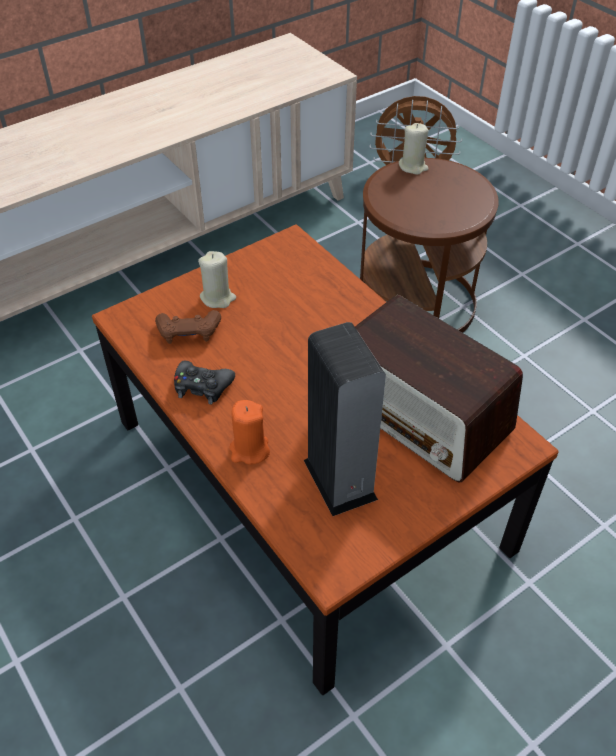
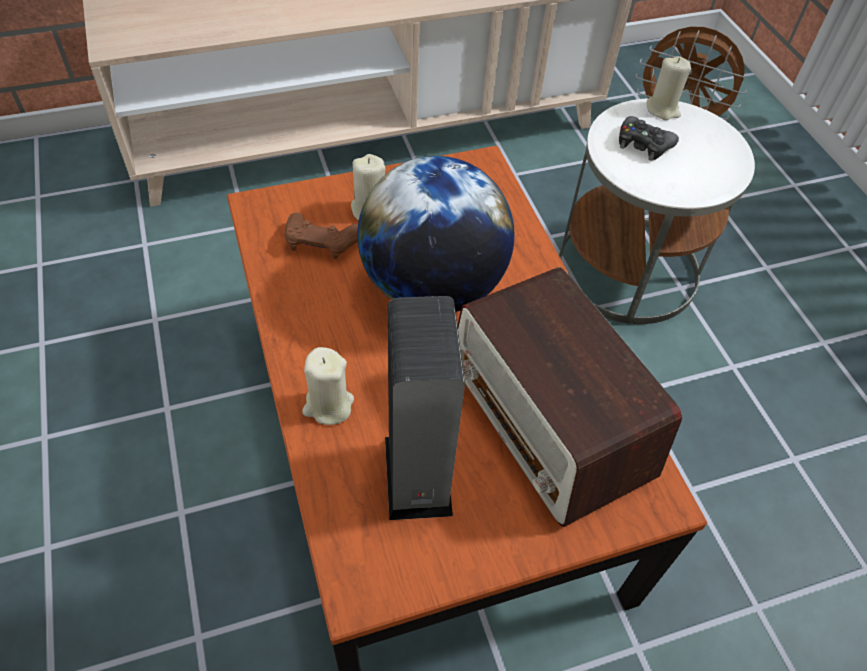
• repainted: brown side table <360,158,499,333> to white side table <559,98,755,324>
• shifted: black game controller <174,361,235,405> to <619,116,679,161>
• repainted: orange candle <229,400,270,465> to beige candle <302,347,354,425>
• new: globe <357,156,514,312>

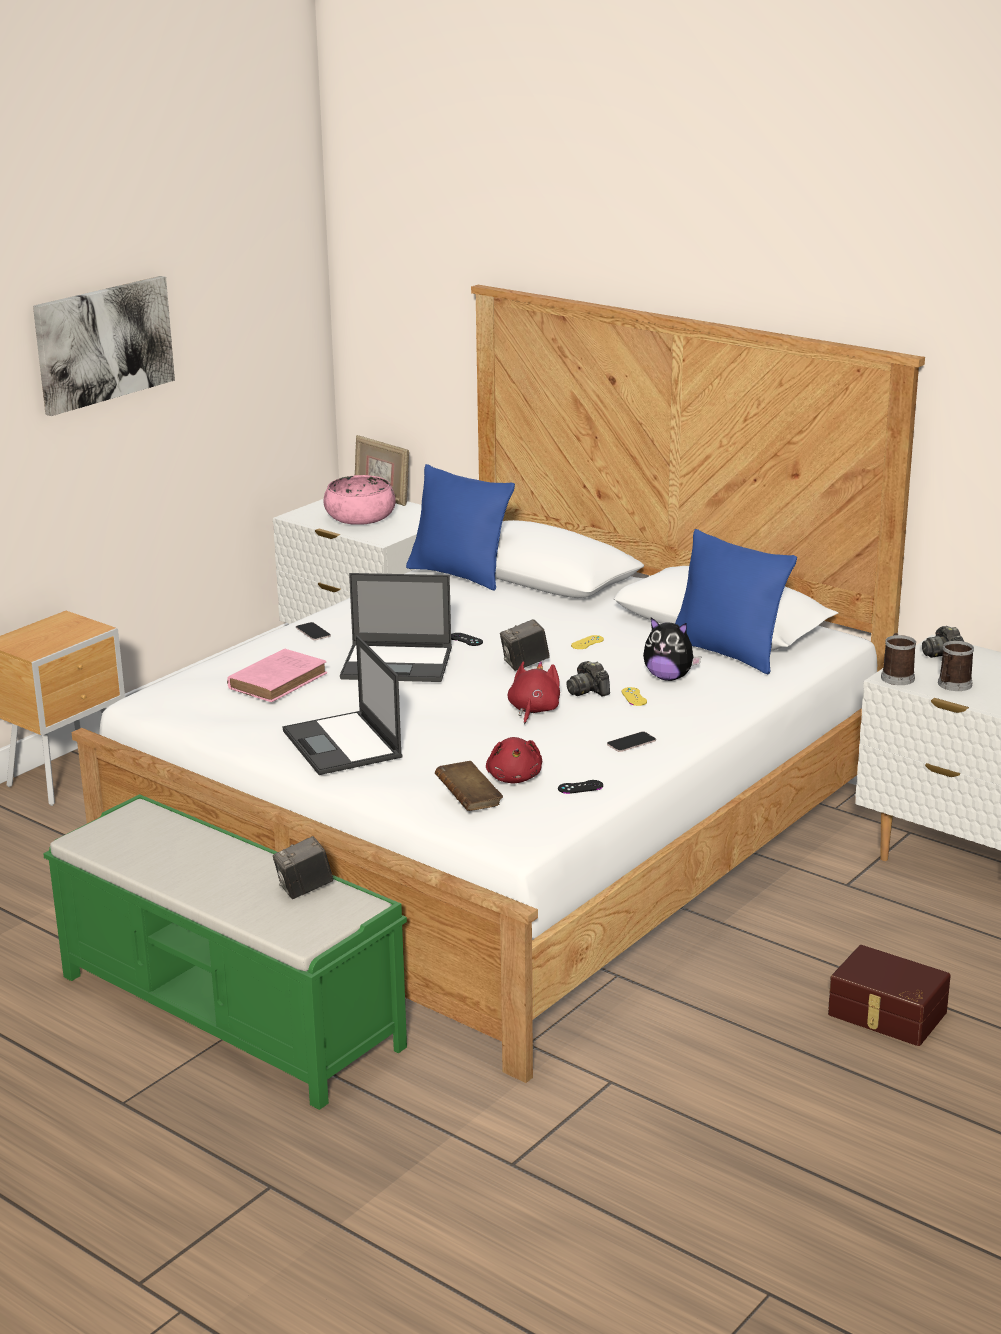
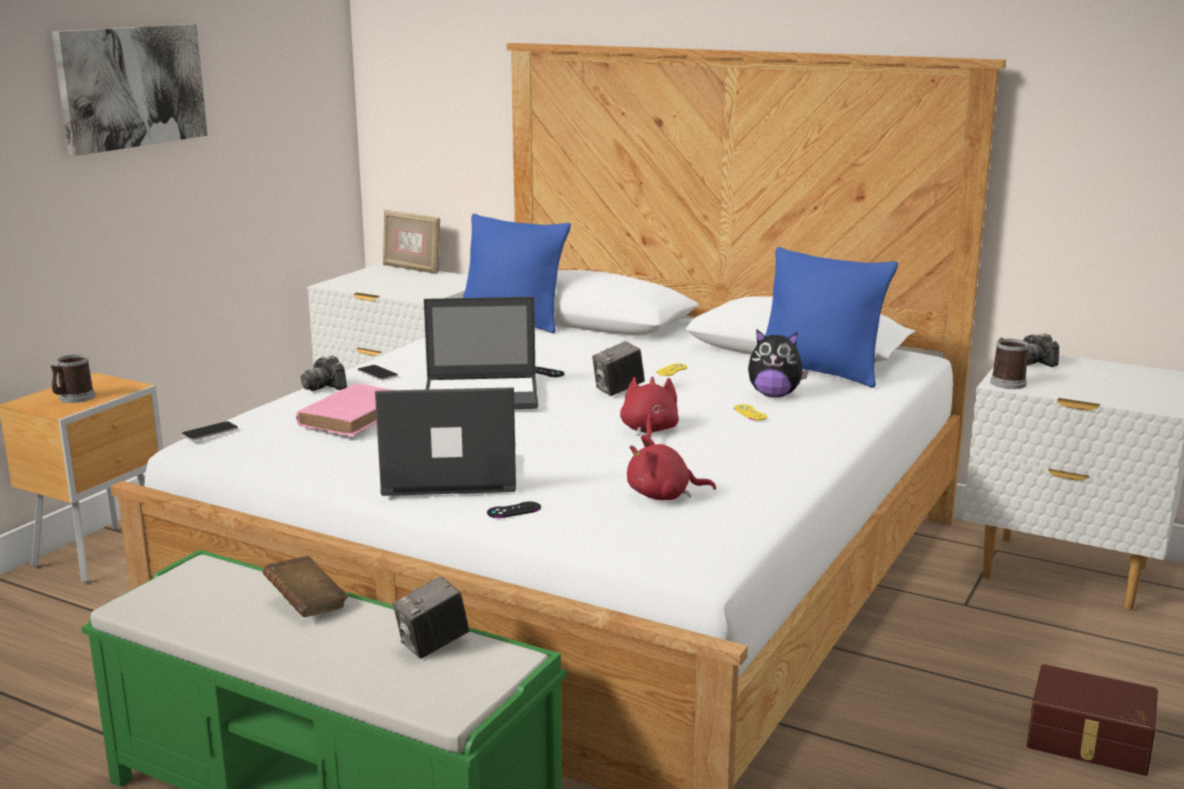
• gone: pink bowl <324,475,396,525>
• rotated: laptop <282,636,403,775> = <375,387,516,496> 120 degrees clockwise
• shifted: mug <938,641,974,691> to <50,354,95,403>
• shifted: photo camera <567,661,610,697> to <301,355,347,391>
• shifted: phone <607,732,656,752> to <181,421,238,441>
• rotated: red plush toy <486,737,542,783> = <627,435,716,500> 105 degrees clockwise
• shifted: brown book <435,761,503,811> to <263,556,348,617>
• shifted: black game controller <558,780,603,794> to <487,501,541,518>

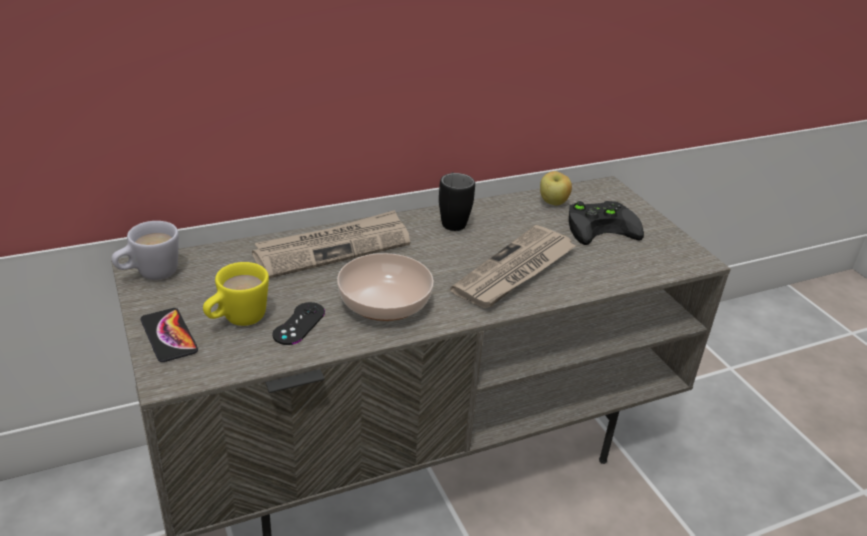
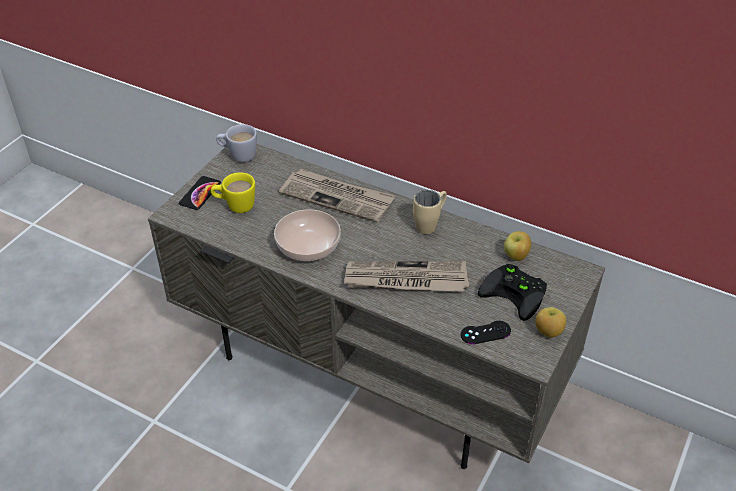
• repainted: black mug <439,173,475,231> to beige mug <413,190,447,234>
• shifted: black game controller <273,302,325,345> to <461,321,511,344>
• new: apple <535,307,566,338>

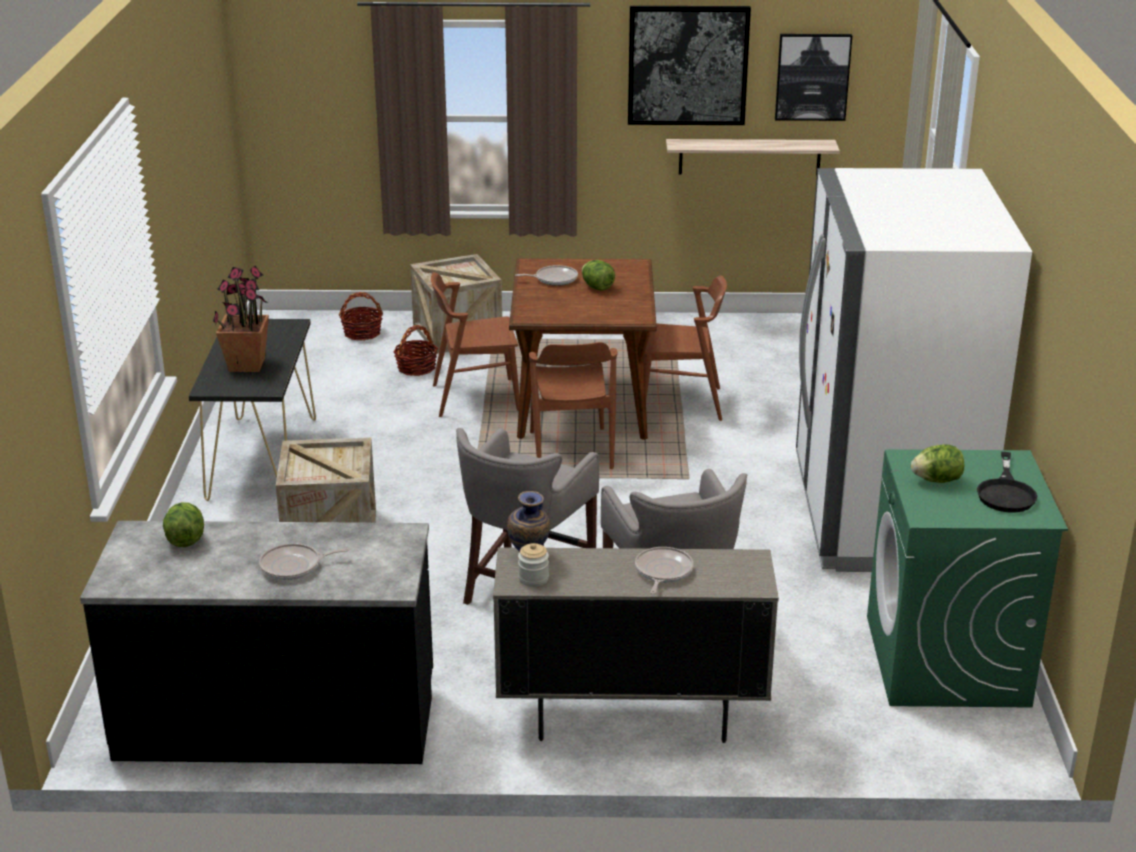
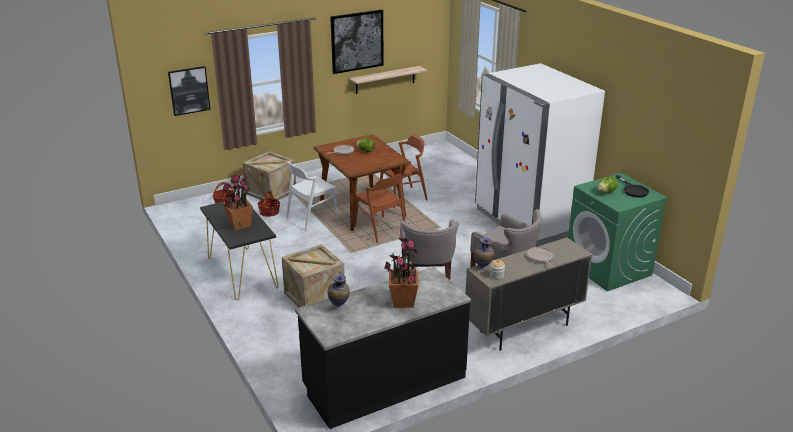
• shifted: picture <775,34,852,121> to <168,66,211,116>
• repainted: brown chair <431,272,519,417> to white chair <286,161,339,231>
• swapped: lettuce <163,502,204,547> to vase <327,274,350,306>
• swapped: frying pan <259,543,349,580> to potted plant <385,238,418,308>

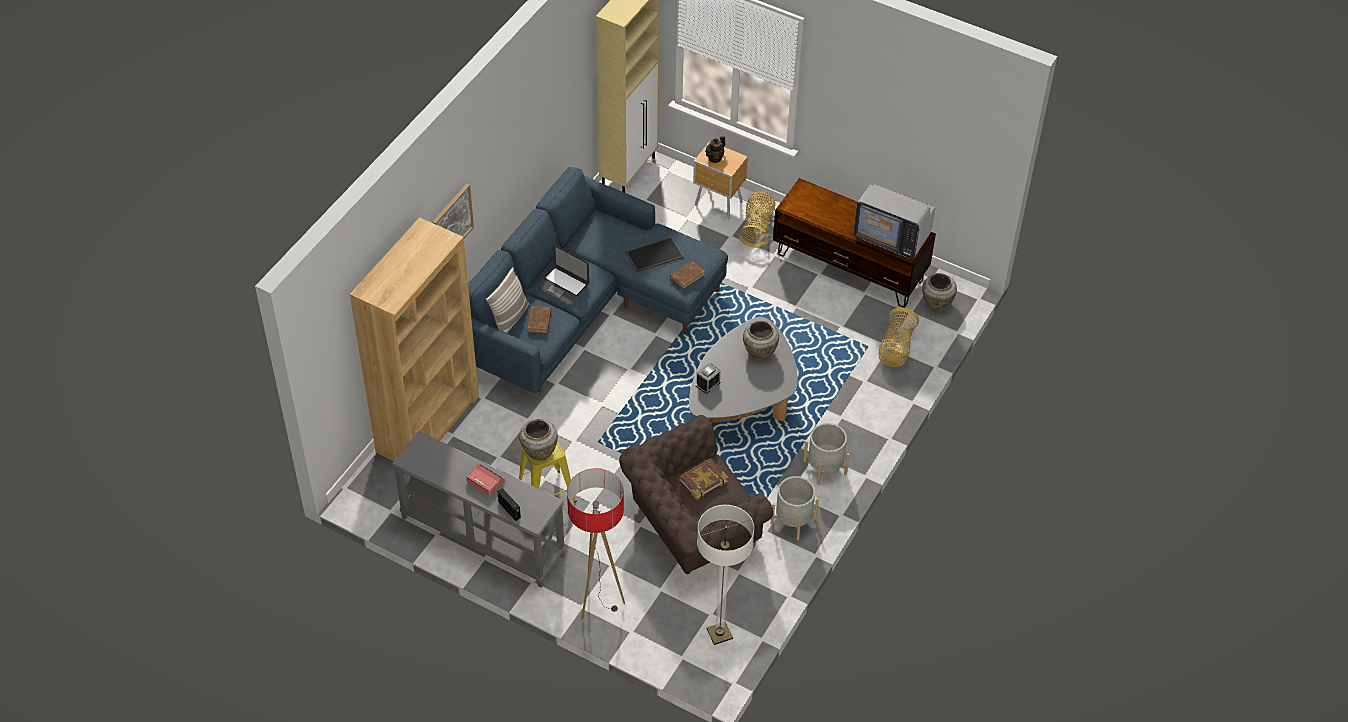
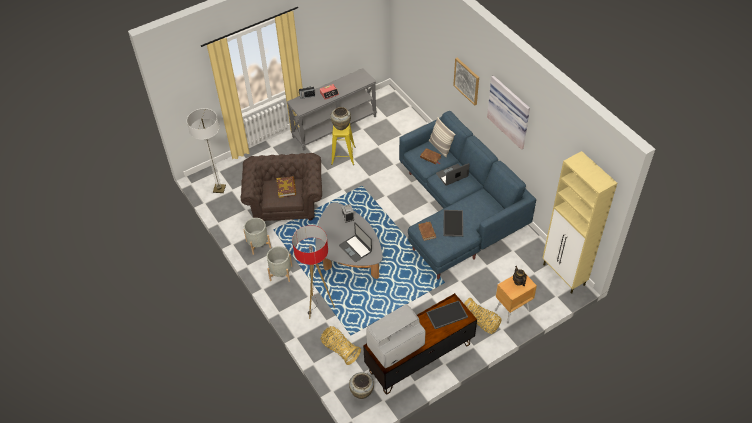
• gone: brown bookcase <350,217,479,461>
• swapped: beige vase <743,321,779,361> to laptop <339,222,372,262>
• shifted: floor lamp <567,468,625,620> to <292,225,335,319>
• new: picture <487,76,530,150>
• new: tray <426,301,468,329>

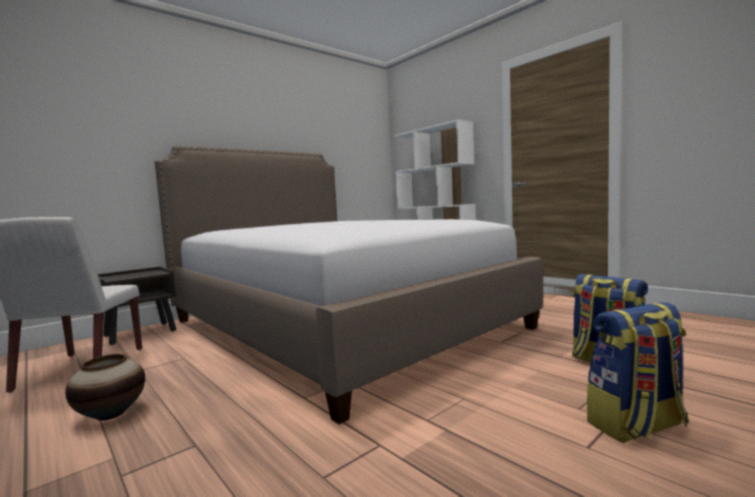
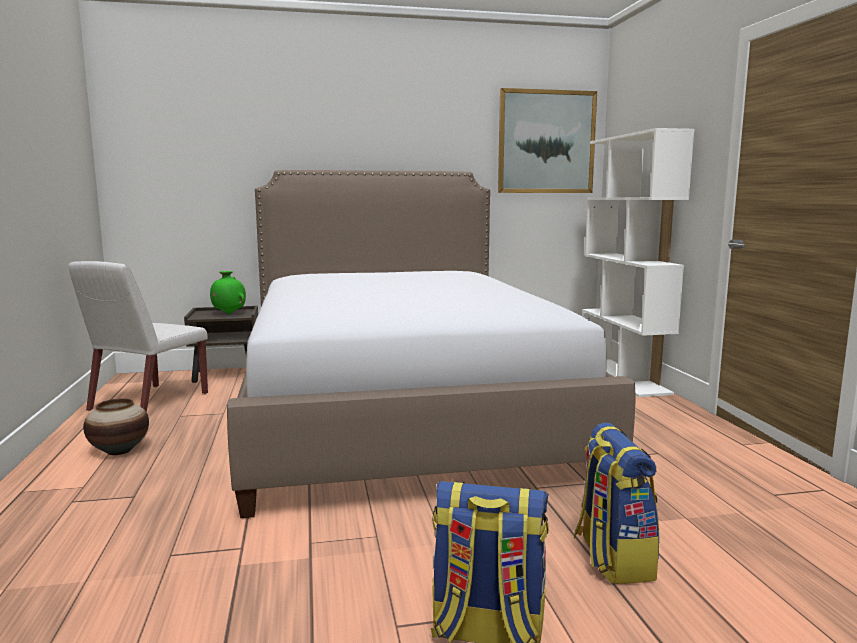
• new: picture <498,88,597,193>
• new: green vase <210,271,246,314>

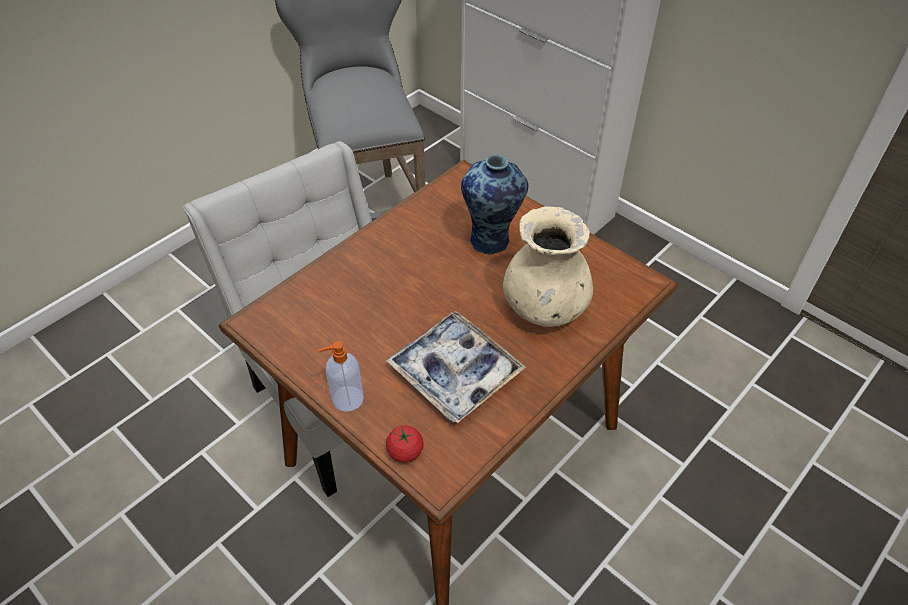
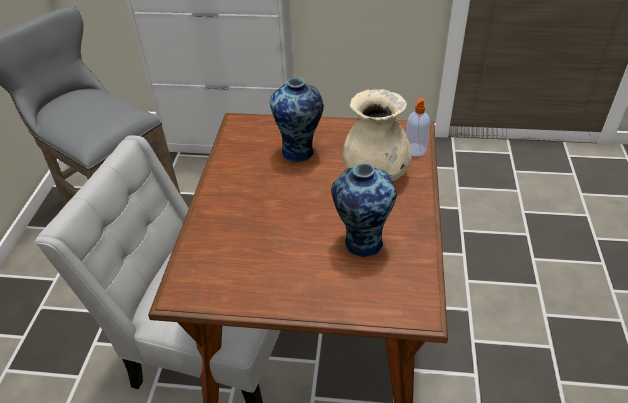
• swapped: tray <386,311,526,423> to vase <331,163,397,257>
• shifted: soap dispenser <318,341,364,412> to <406,98,430,156>
• gone: tomato <386,425,424,463>

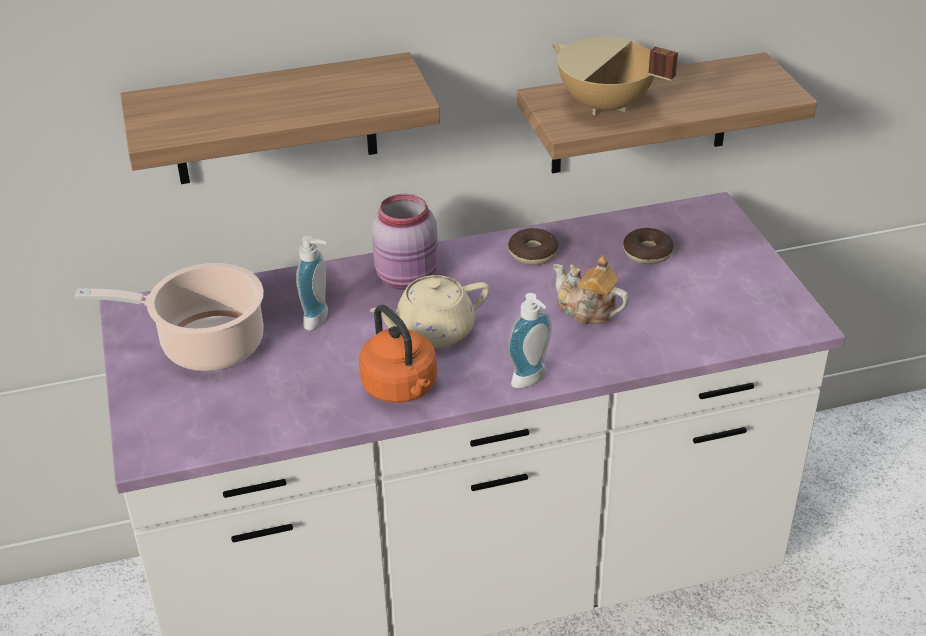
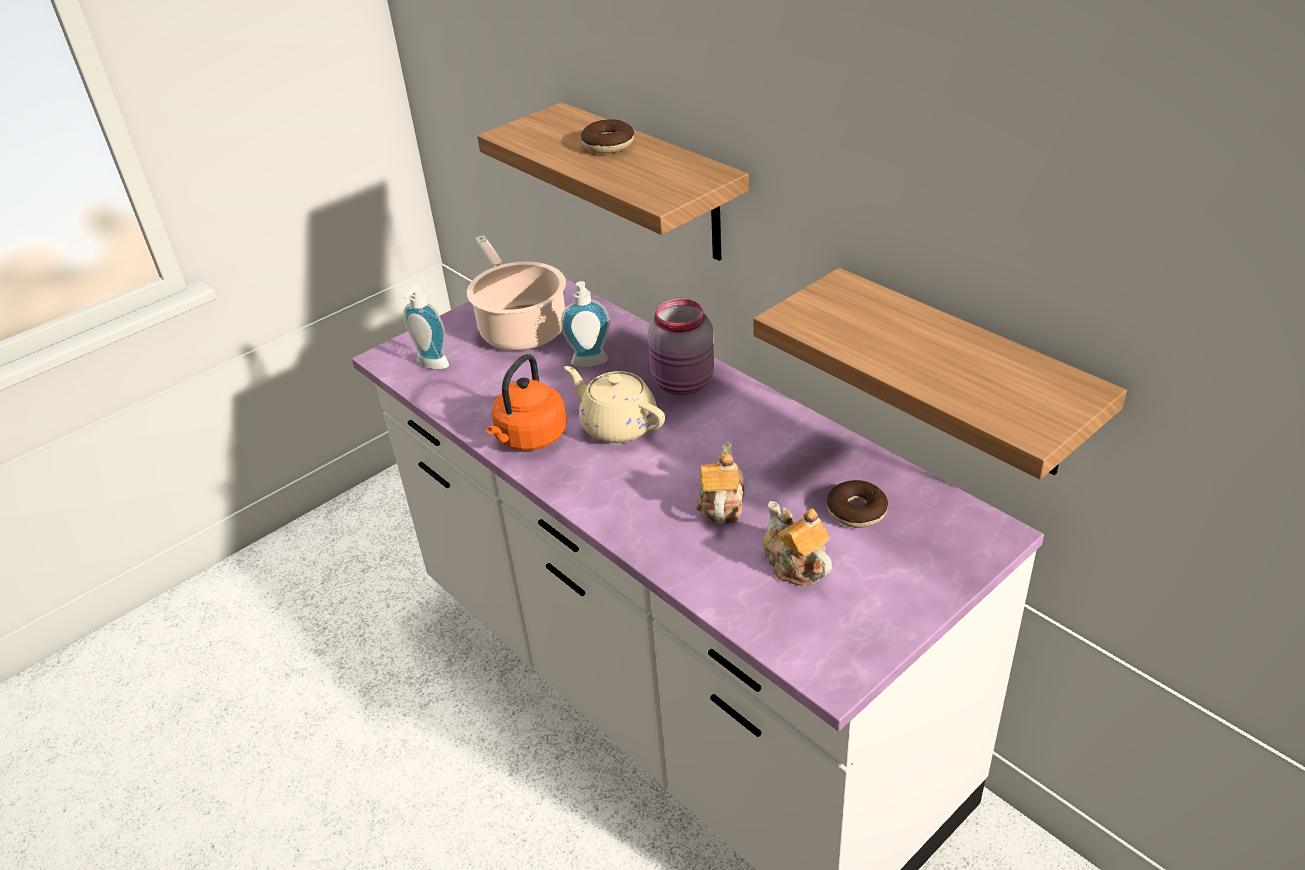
• gone: beige cooking pot <552,37,678,115>
• shifted: donut <508,228,558,265> to <581,119,634,154>
• shifted: soap dispenser <508,293,552,388> to <404,284,449,369>
• new: teapot <763,501,832,586>

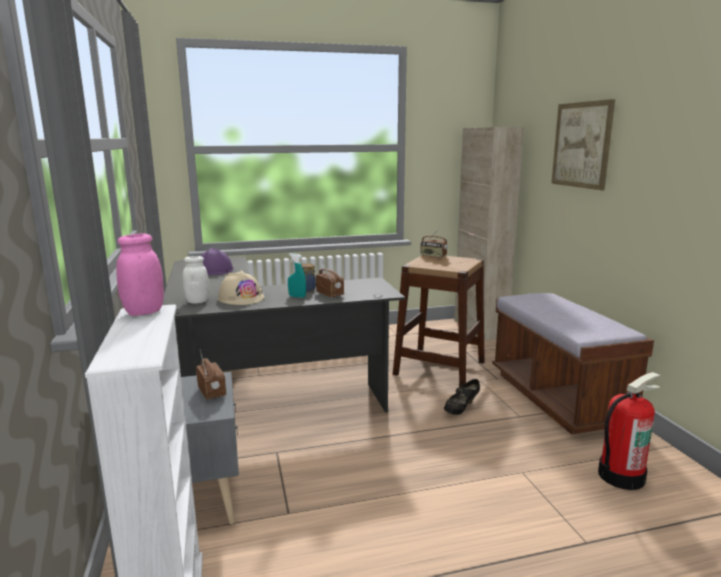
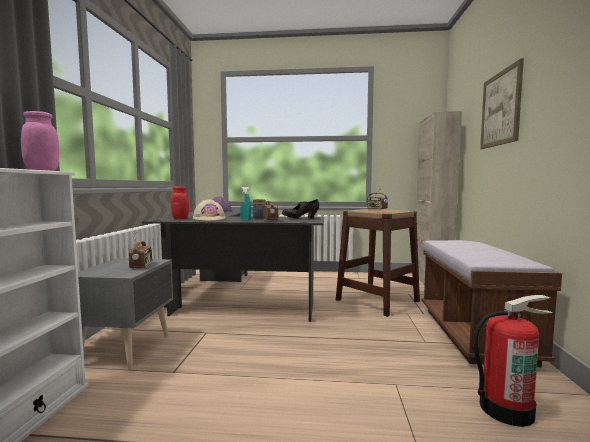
• repainted: white jar <183,256,209,304> to red jar <171,186,189,219>
• shifted: black shoe <444,379,480,415> to <282,199,319,219>

